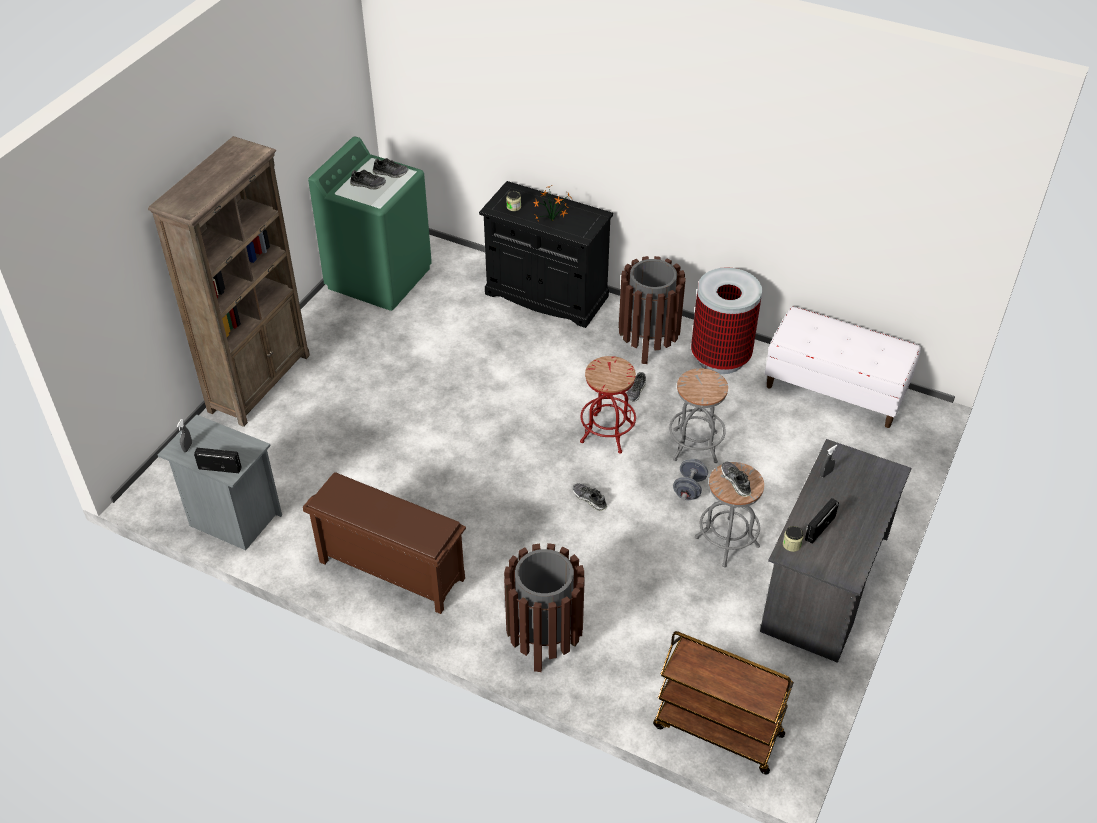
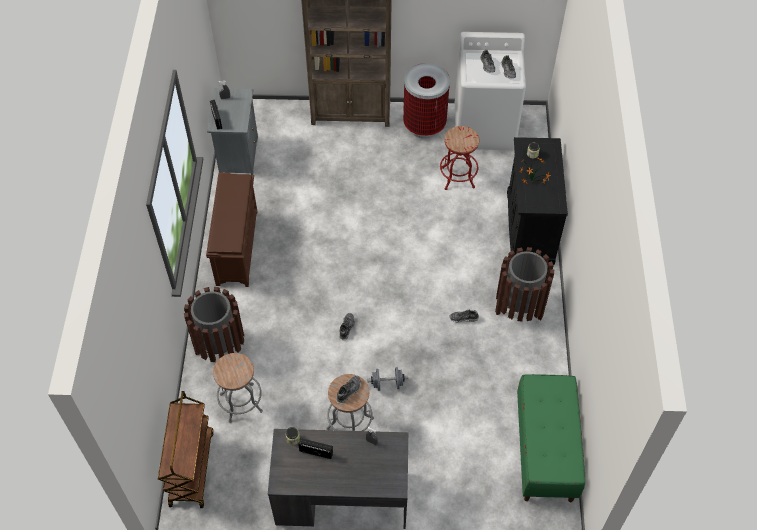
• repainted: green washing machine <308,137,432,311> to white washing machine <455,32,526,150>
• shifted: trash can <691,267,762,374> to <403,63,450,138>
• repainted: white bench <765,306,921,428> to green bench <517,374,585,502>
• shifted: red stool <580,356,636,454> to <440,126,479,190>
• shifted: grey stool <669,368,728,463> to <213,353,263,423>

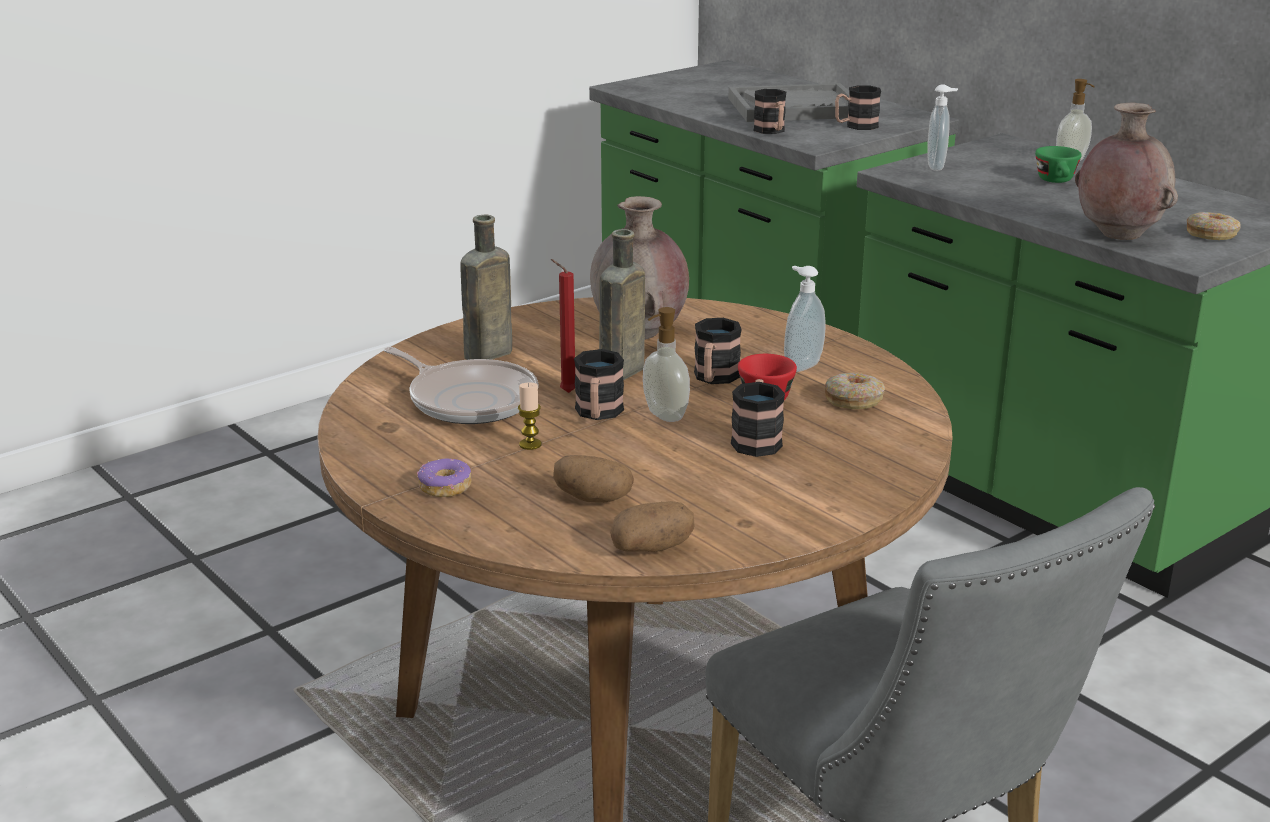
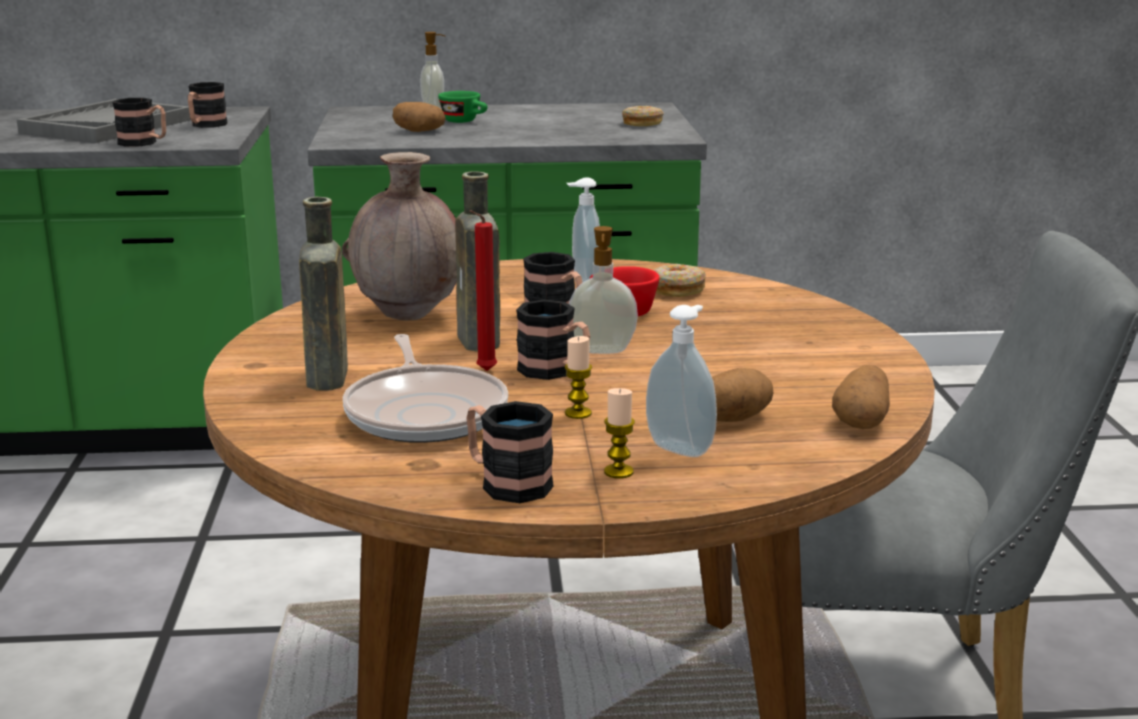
• shifted: soap dispenser <928,84,958,171> to <646,305,717,457>
• gone: brown vase <1075,102,1178,240>
• rotated: frying pan <384,347,538,424> = <343,334,508,443> 90 degrees clockwise
• shifted: mug <731,379,785,457> to <467,401,554,503>
• swapped: donut <417,459,471,497> to candle <604,388,635,479>
• new: potato <393,102,446,132>

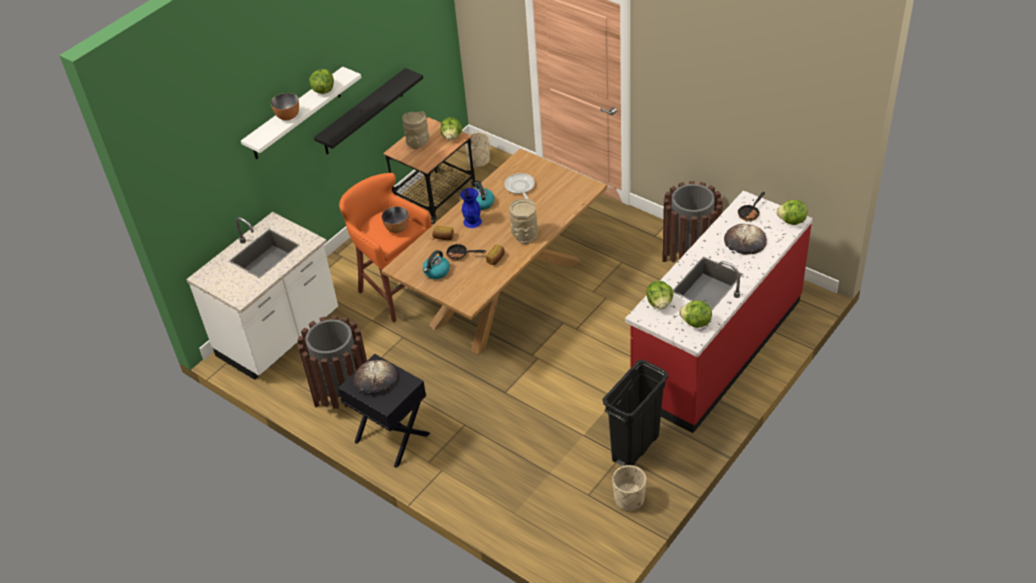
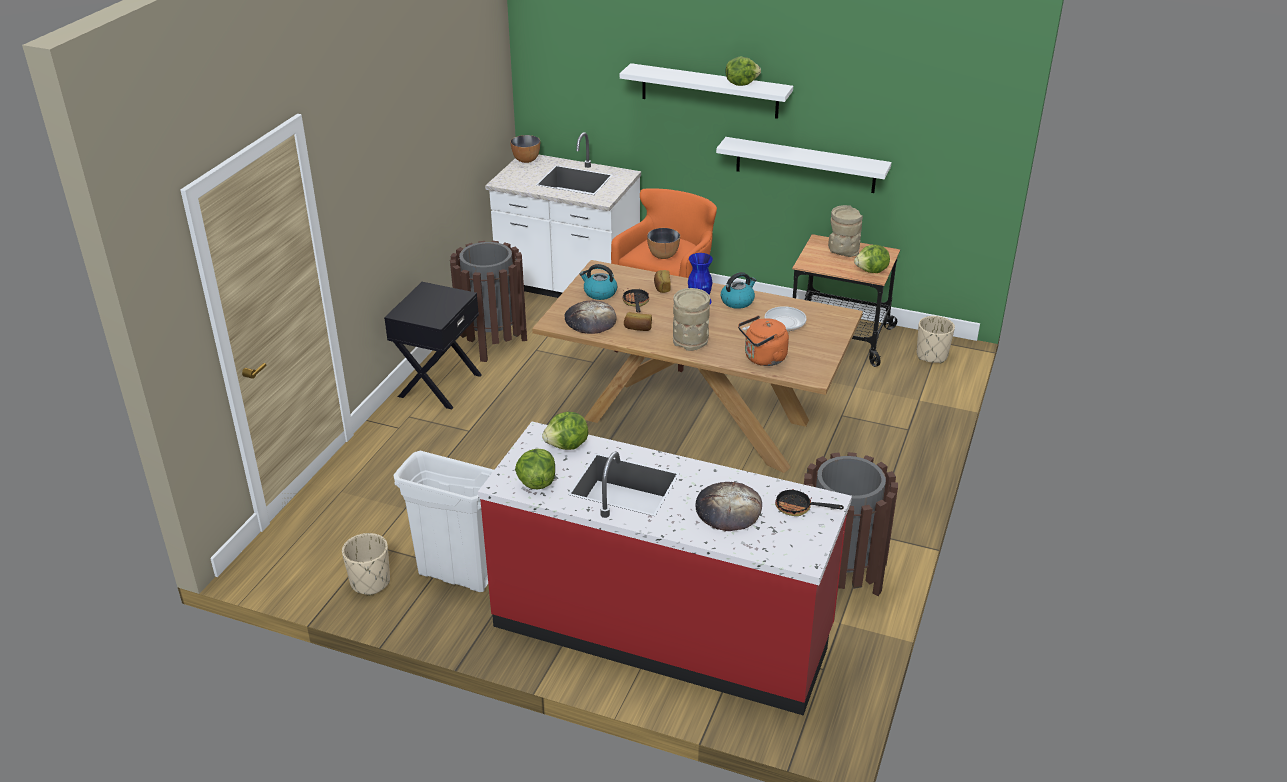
• repainted: black shelf <314,68,423,154> to white shelf <716,137,892,193>
• shifted: bowl <271,93,299,120> to <510,135,540,163>
• gone: lettuce <776,200,807,225>
• shifted: bread <354,360,398,394> to <564,300,617,334>
• repainted: black trash can <602,360,669,466> to white trash can <393,451,494,592>
• new: orange kettle <738,316,789,366>

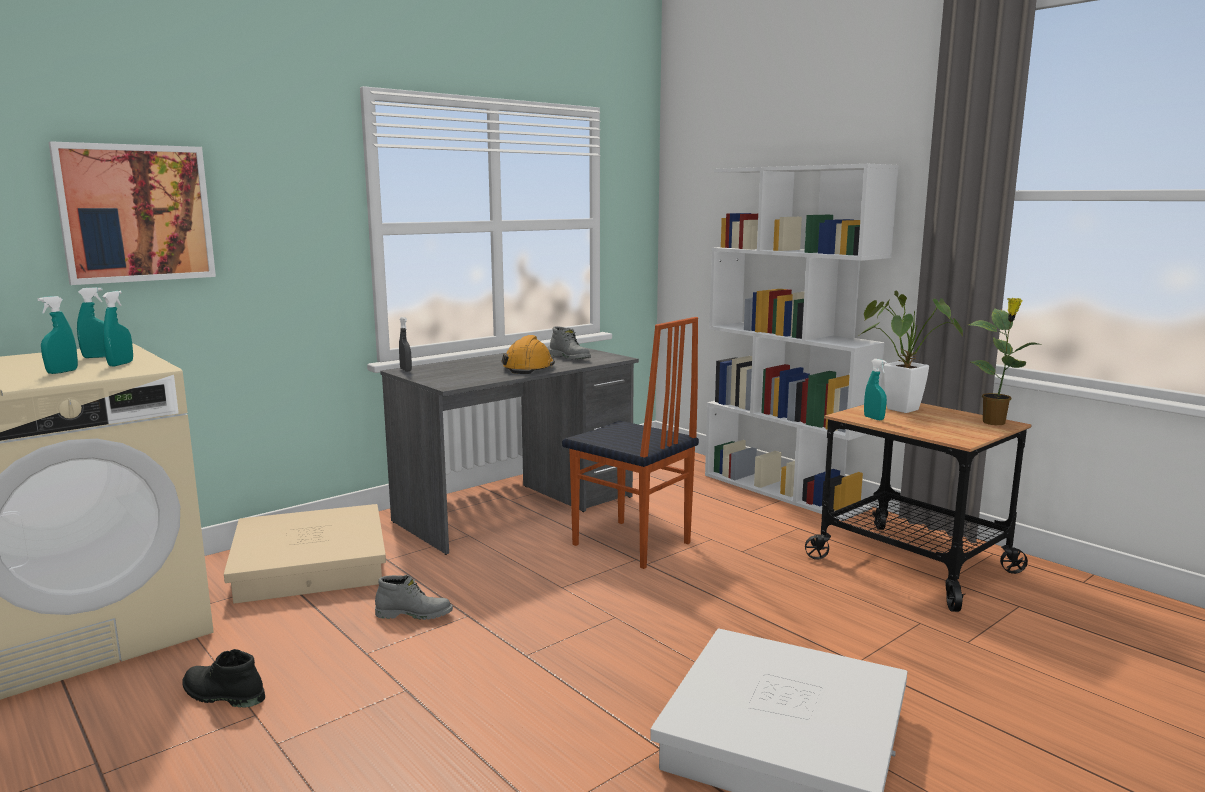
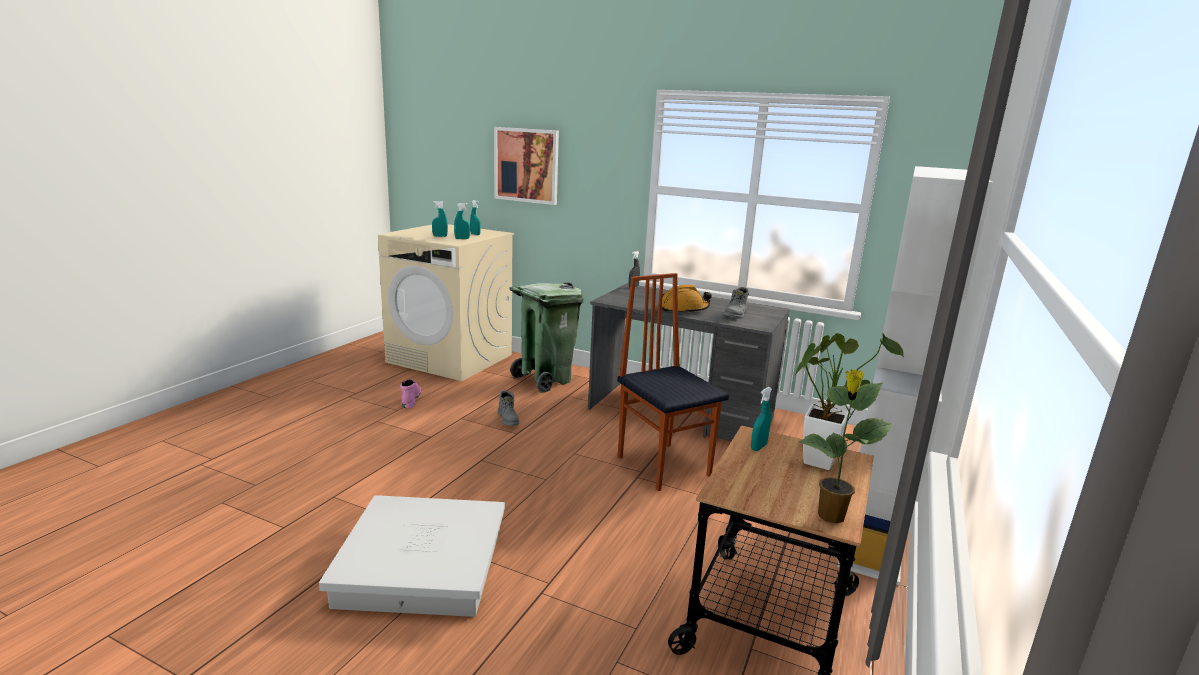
• rotated: chair <562,317,699,569> = <618,273,729,491> 135 degrees clockwise
• swapped: beige storage box <224,504,386,604> to green trash can <510,282,584,393>
• repainted: black boot <183,649,265,708> to pink boot <400,379,421,408>

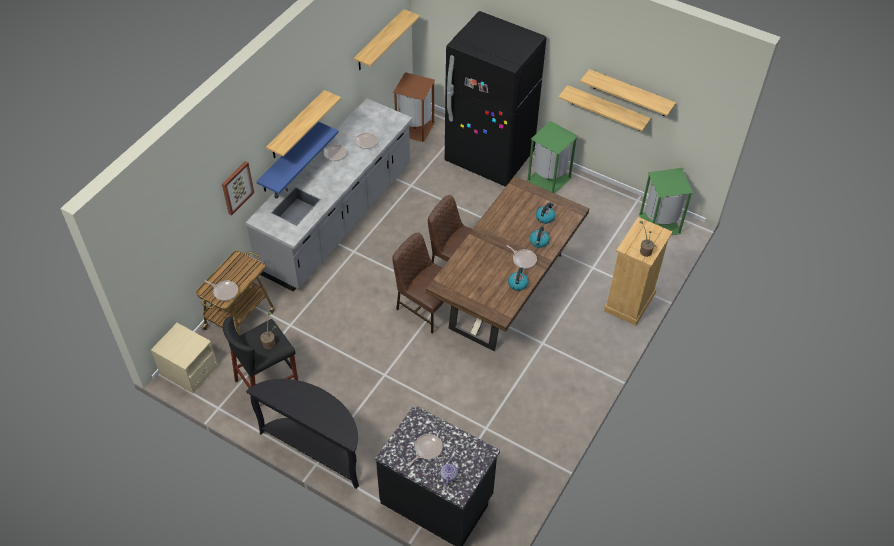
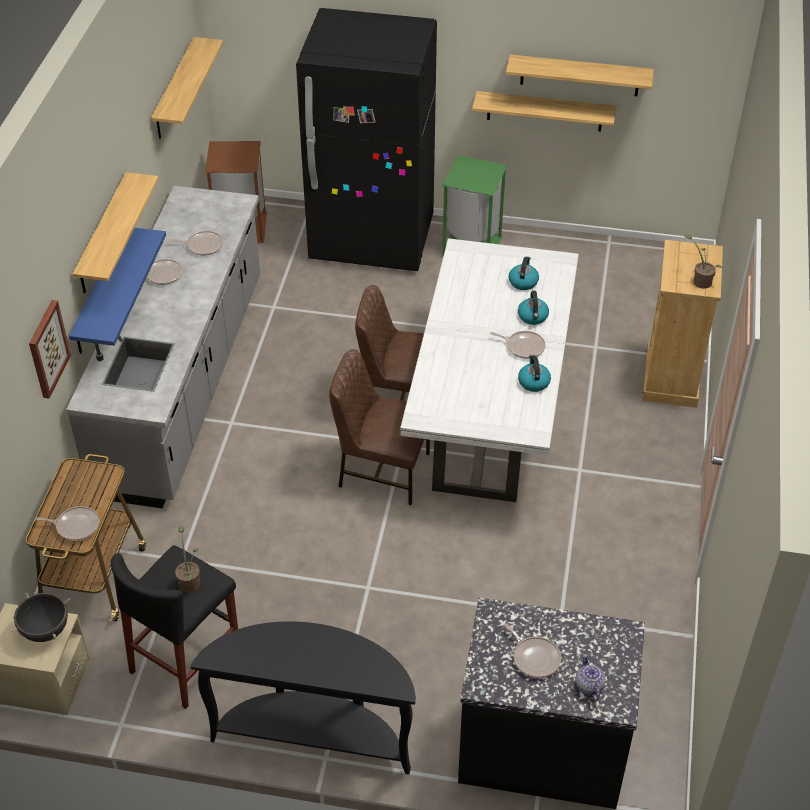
• gone: green trash can <639,168,693,235>
• repainted: brown dining table <426,176,589,351> to white dining table <400,238,579,502>
• rotated: frying pan <409,434,443,465> = <505,624,561,678> 120 degrees clockwise
• new: black cooking pot <10,593,71,642>

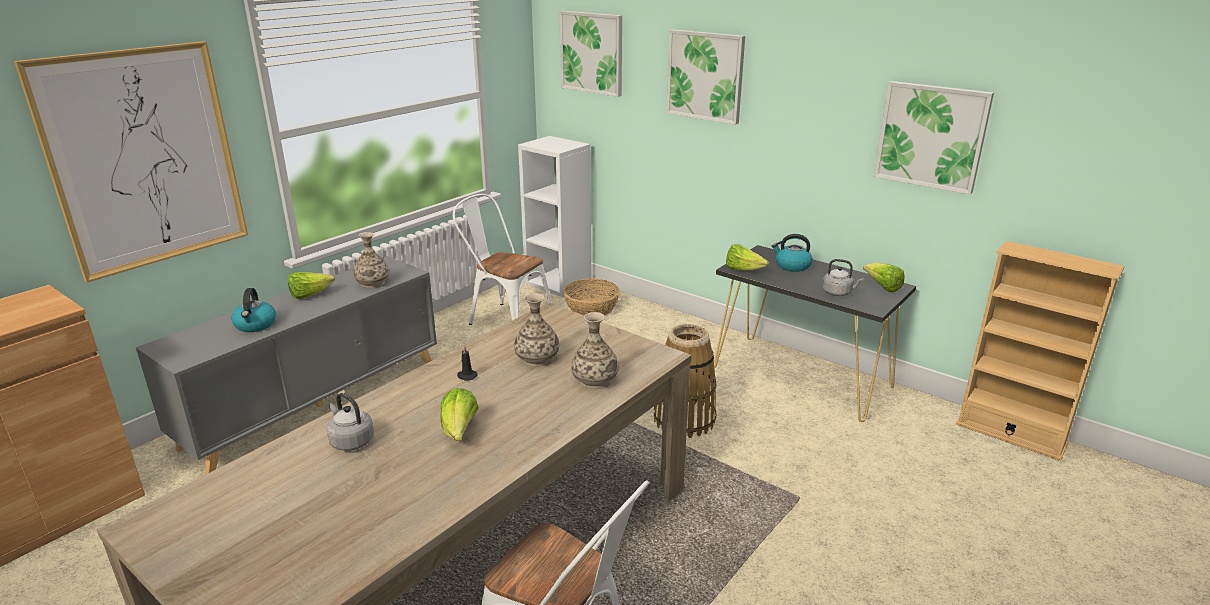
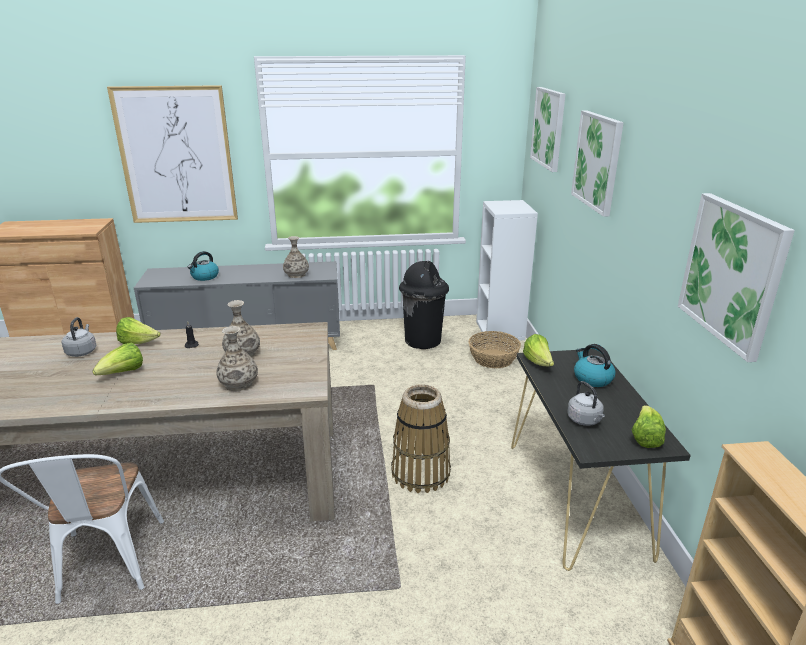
• swapped: white chair <453,194,552,325> to black trash can <399,261,449,349>
• shifted: lettuce <288,272,335,299> to <116,317,161,344>

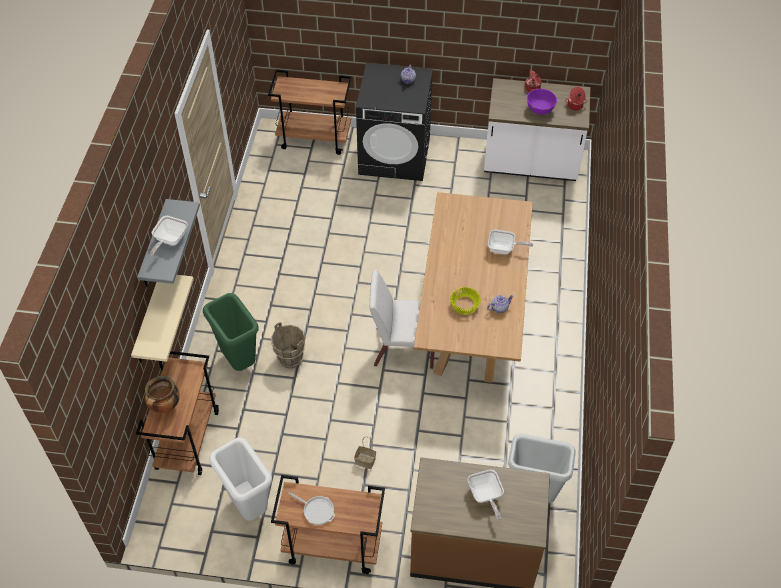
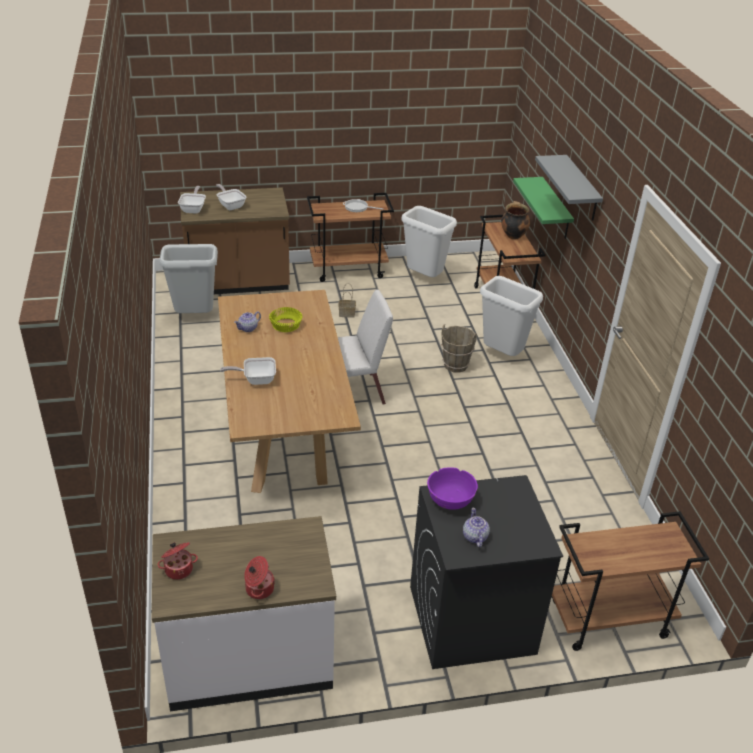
• shifted: purple bowl <527,89,557,114> to <427,467,478,510>
• shifted: frying pan <150,216,187,256> to <178,186,206,214>
• repainted: beige shelf <131,275,194,363> to green shelf <513,177,574,239>
• repainted: green trash can <203,293,259,371> to white trash can <480,276,543,356>

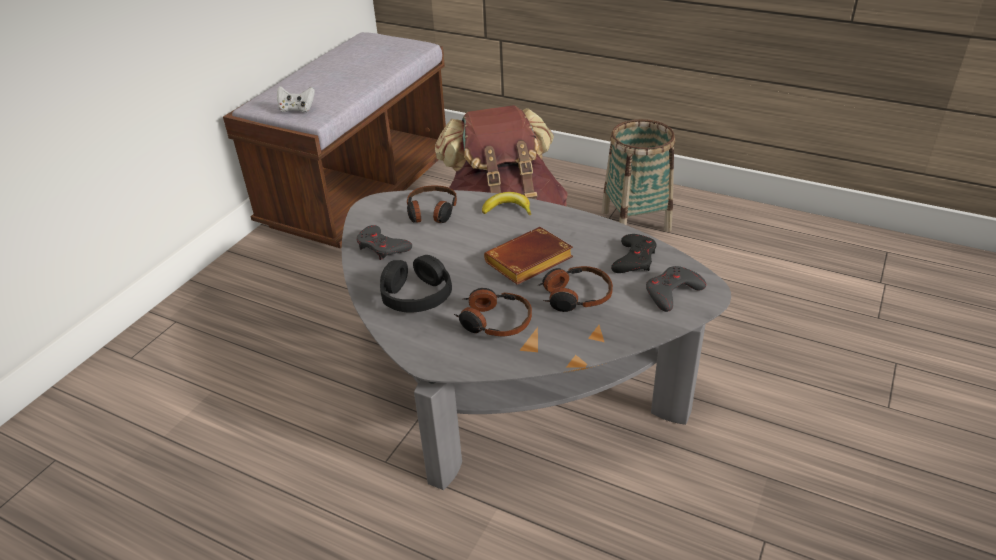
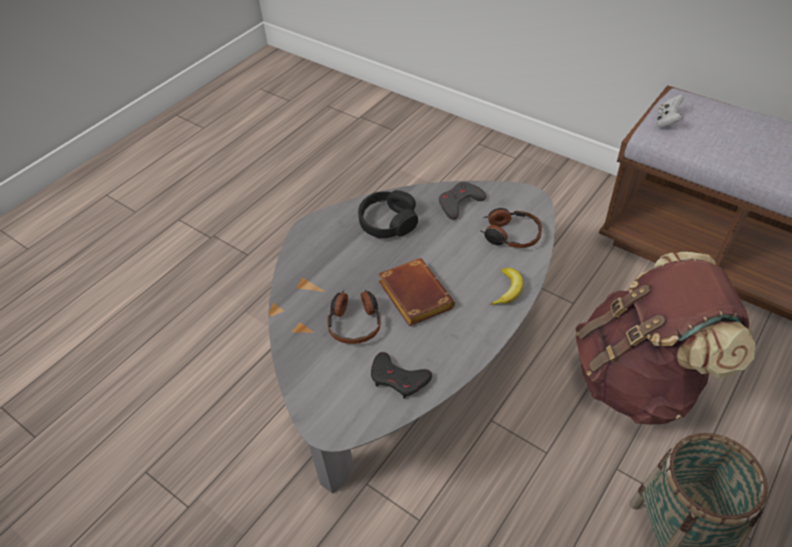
• gone: grey game controller <646,266,706,312>
• gone: headphones <454,288,532,337>

